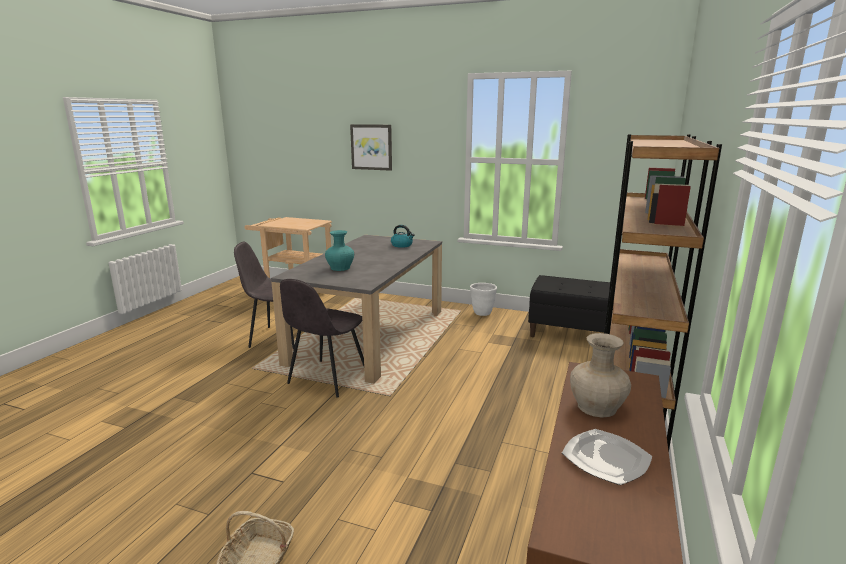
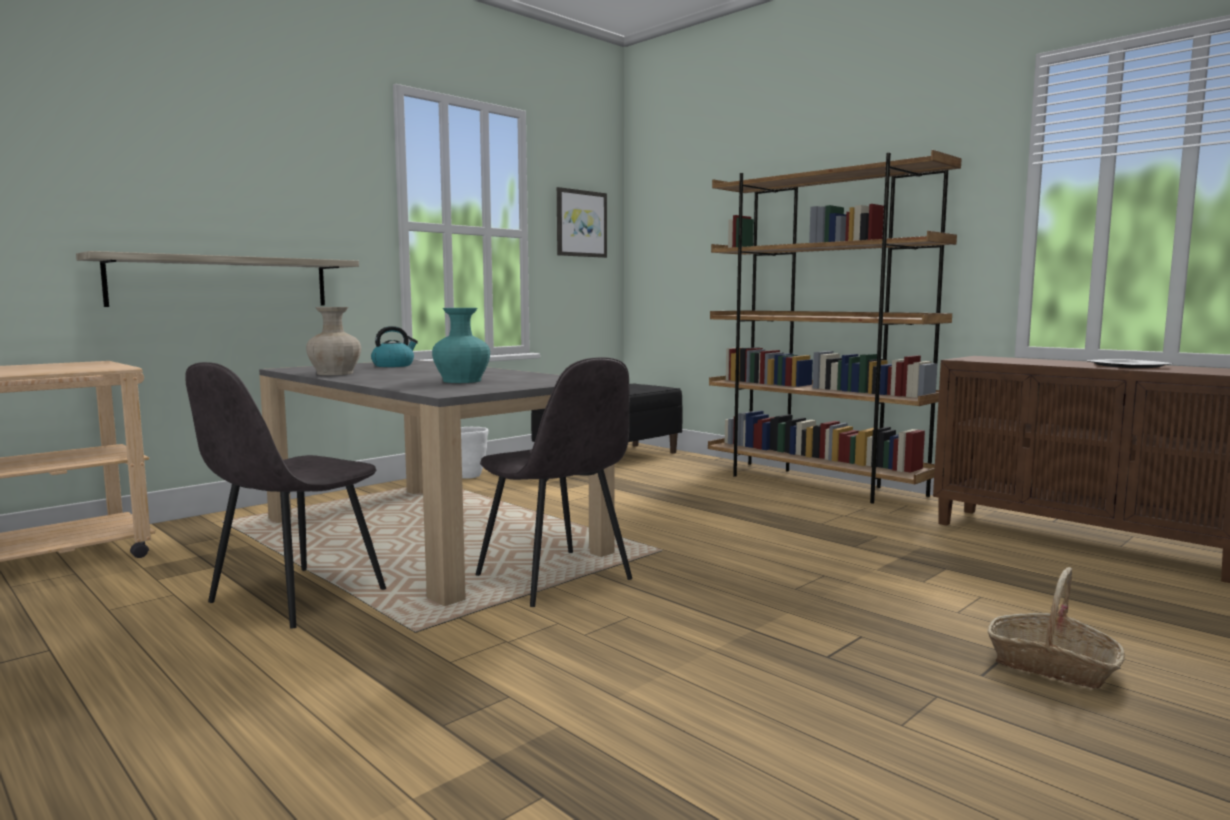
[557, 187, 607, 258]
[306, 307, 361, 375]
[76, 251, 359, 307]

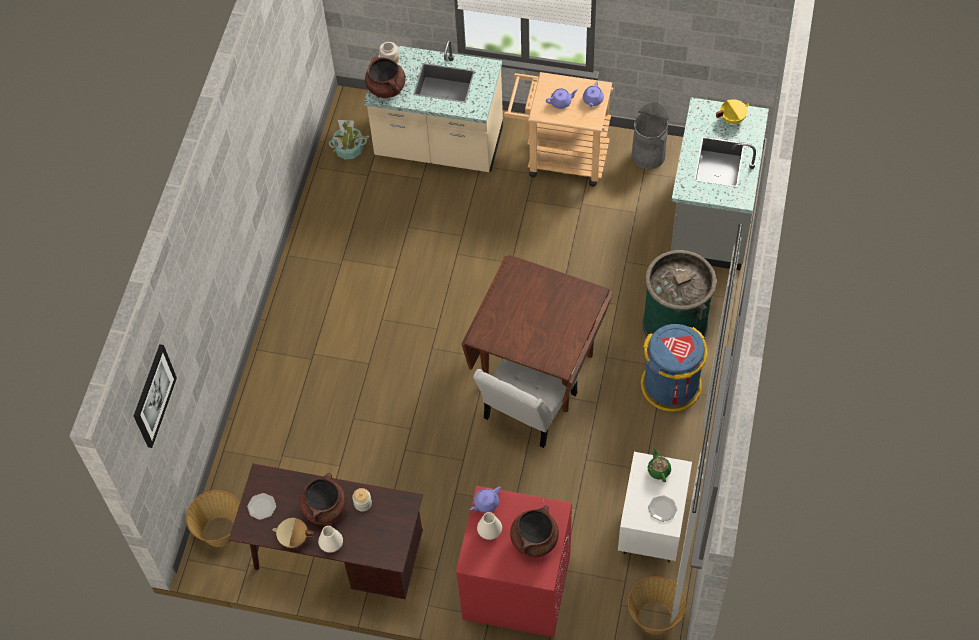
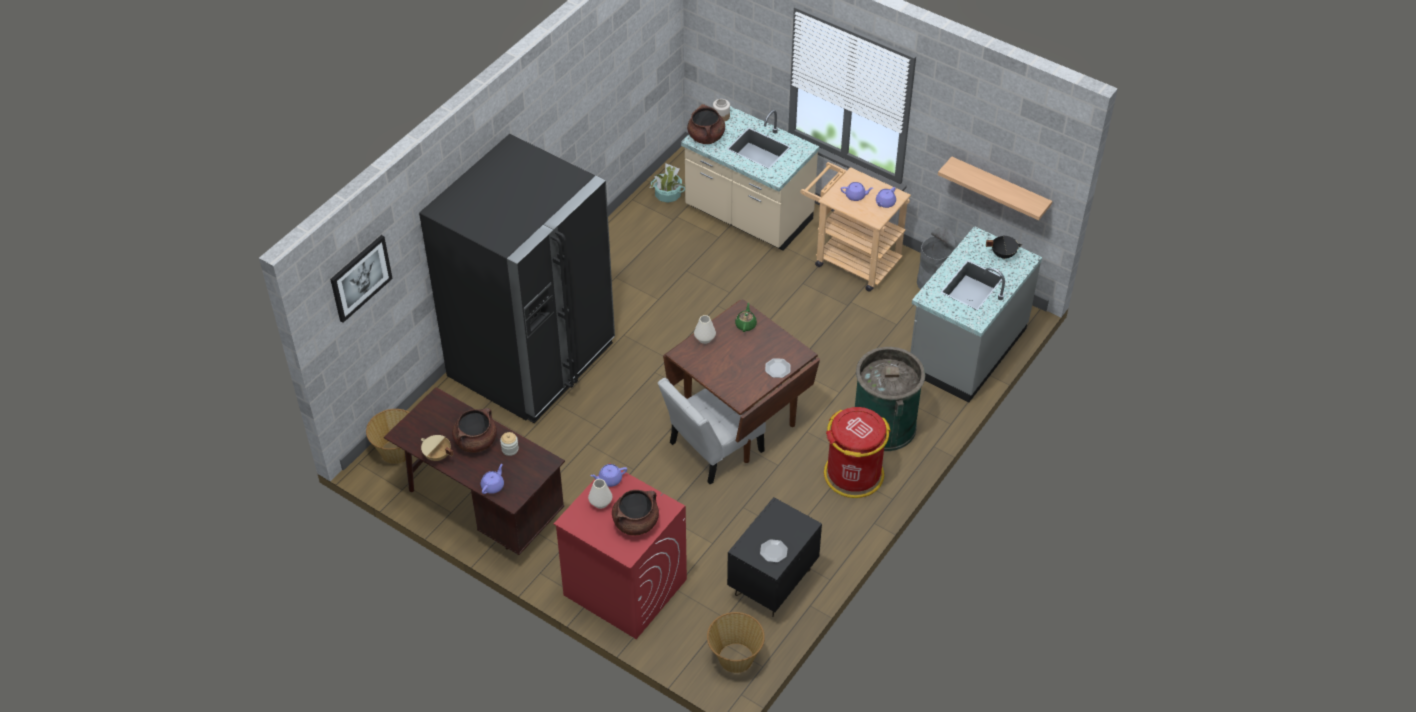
[765, 358, 791, 378]
[694, 315, 716, 344]
[727, 497, 822, 617]
[824, 407, 891, 498]
[735, 303, 757, 332]
[986, 236, 1022, 259]
[419, 134, 615, 423]
[481, 464, 504, 494]
[938, 157, 1052, 220]

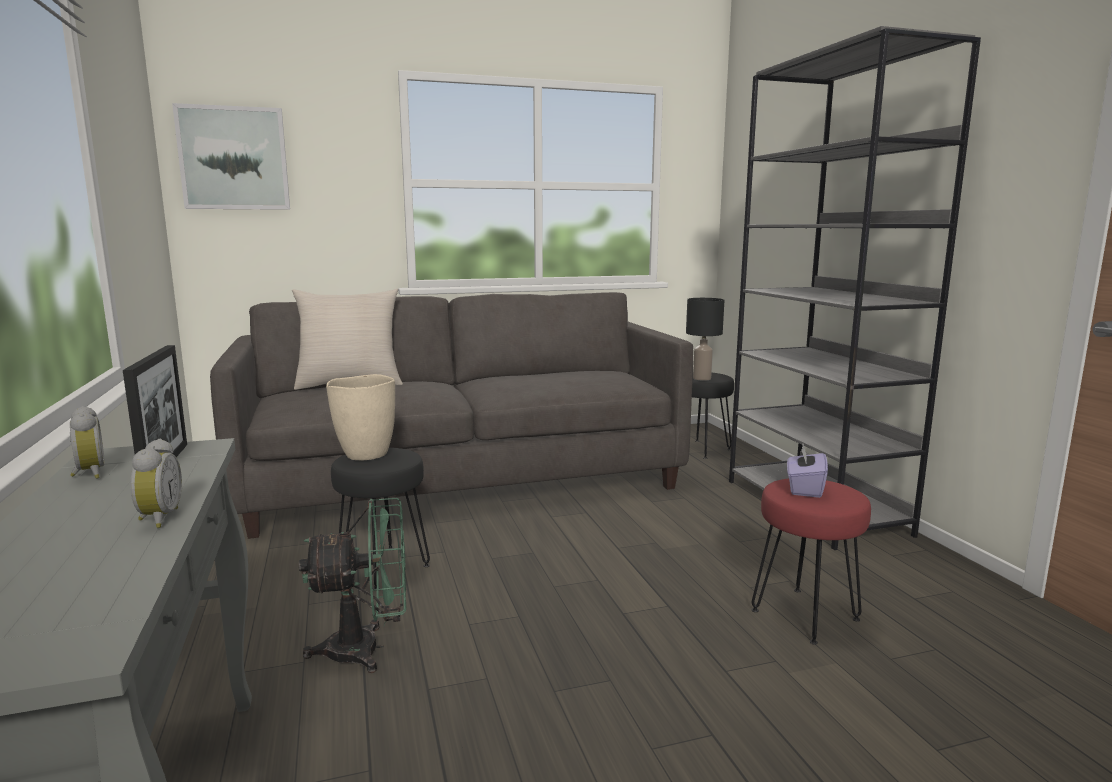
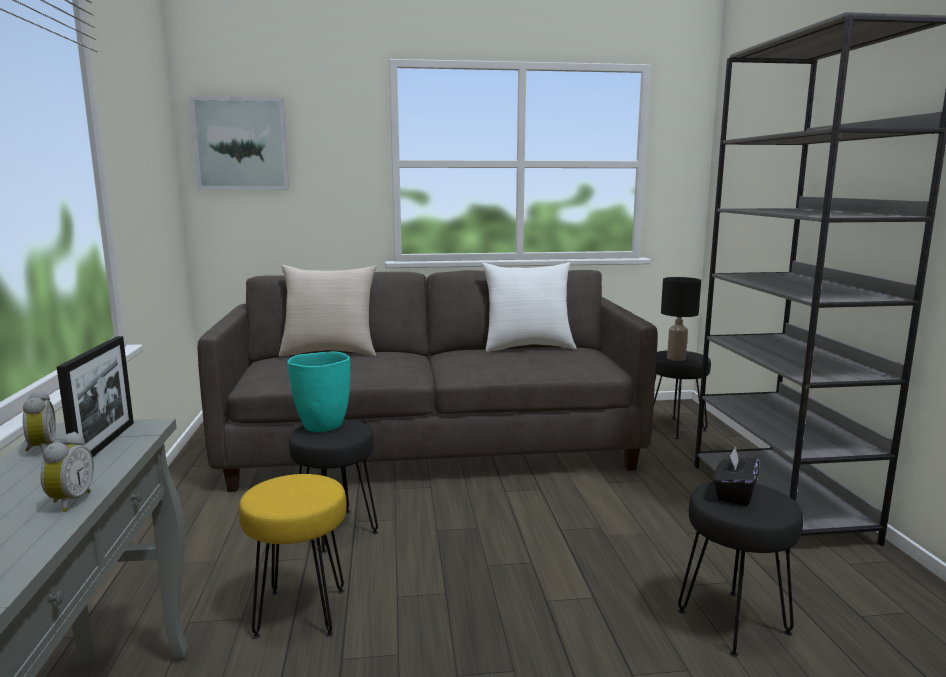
[239, 474, 347, 639]
[287, 351, 350, 432]
[678, 481, 803, 657]
[714, 447, 760, 506]
[481, 262, 577, 352]

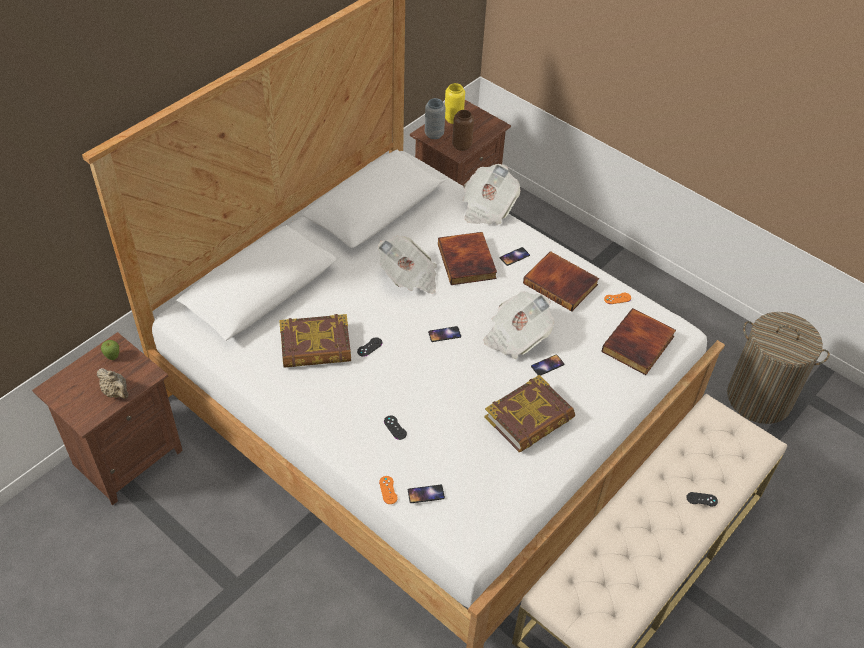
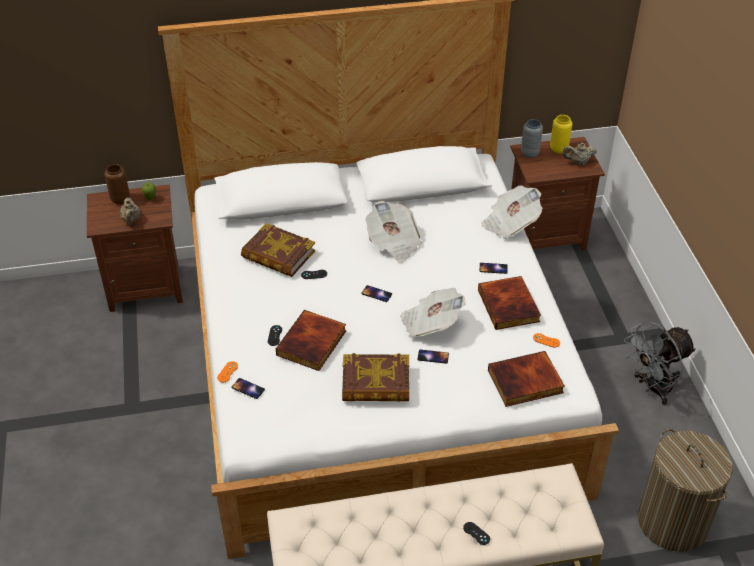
[276, 310, 346, 371]
[105, 164, 130, 204]
[562, 143, 597, 165]
[624, 322, 696, 405]

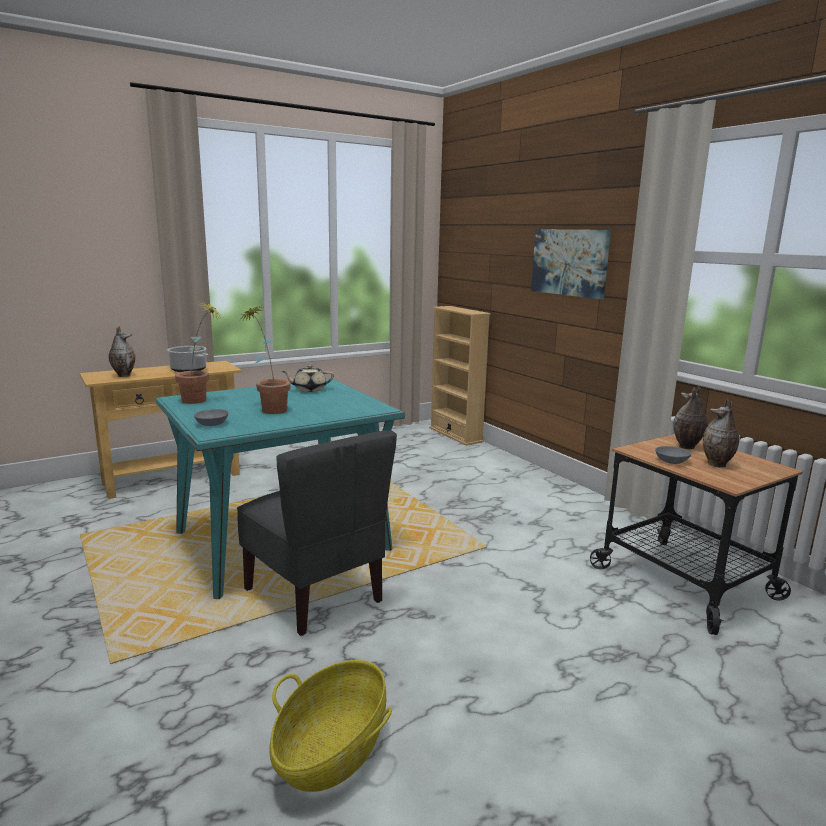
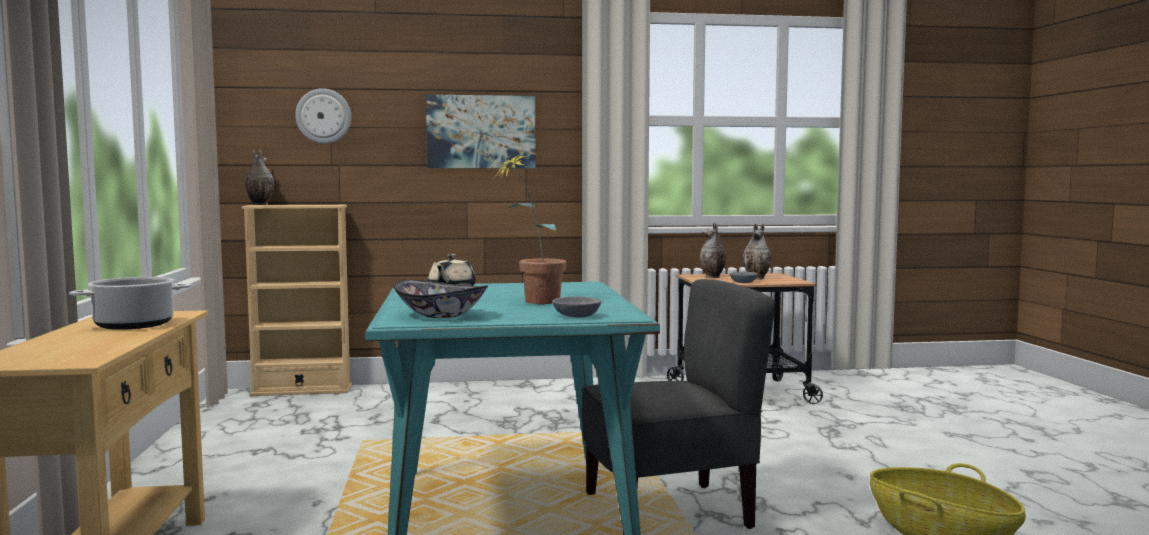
[245, 149, 274, 205]
[393, 280, 488, 318]
[295, 88, 352, 144]

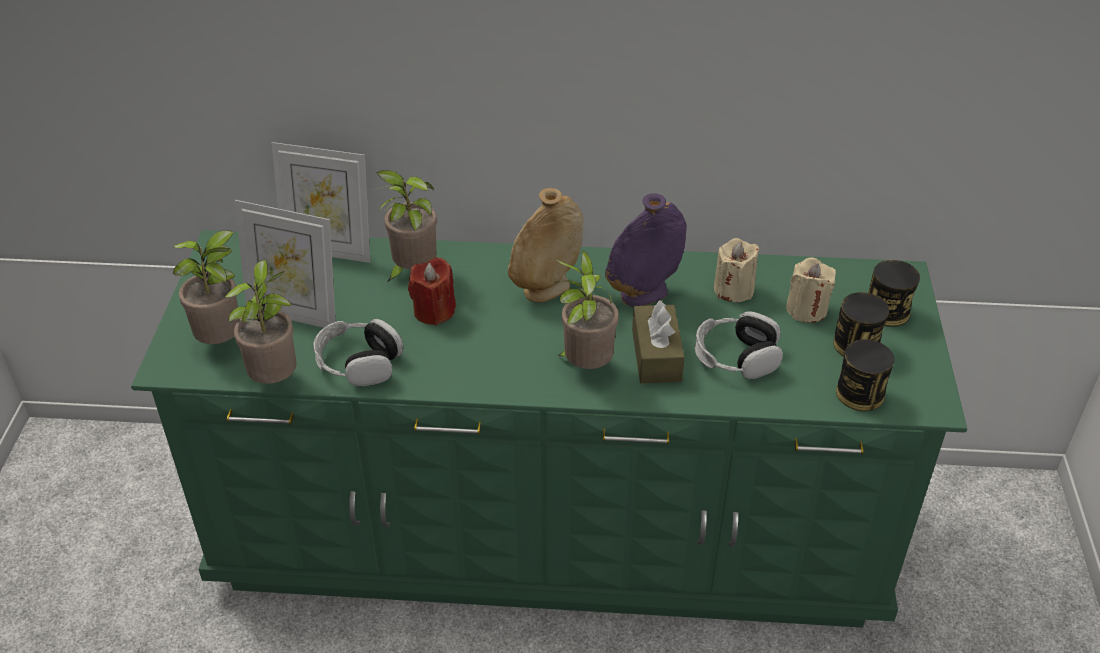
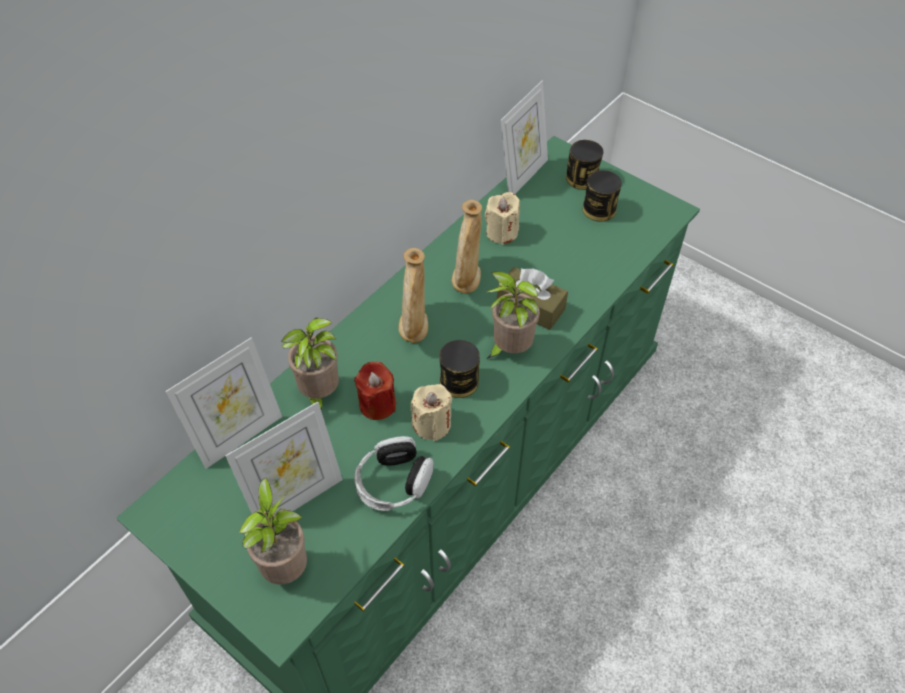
[225, 260, 297, 384] (first image)
[452, 200, 482, 294]
[695, 311, 783, 379] (first image)
[411, 384, 452, 441]
[439, 340, 480, 398]
[500, 81, 548, 194]

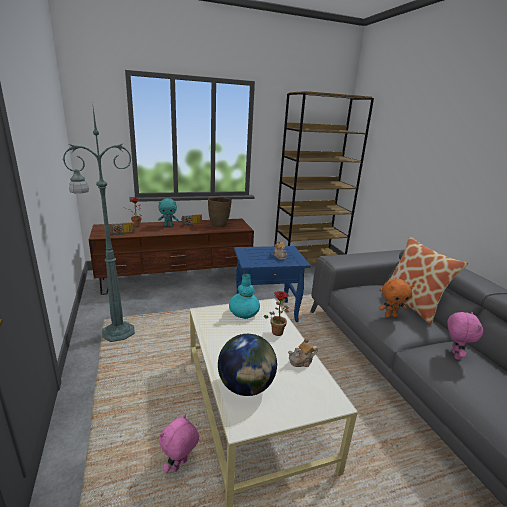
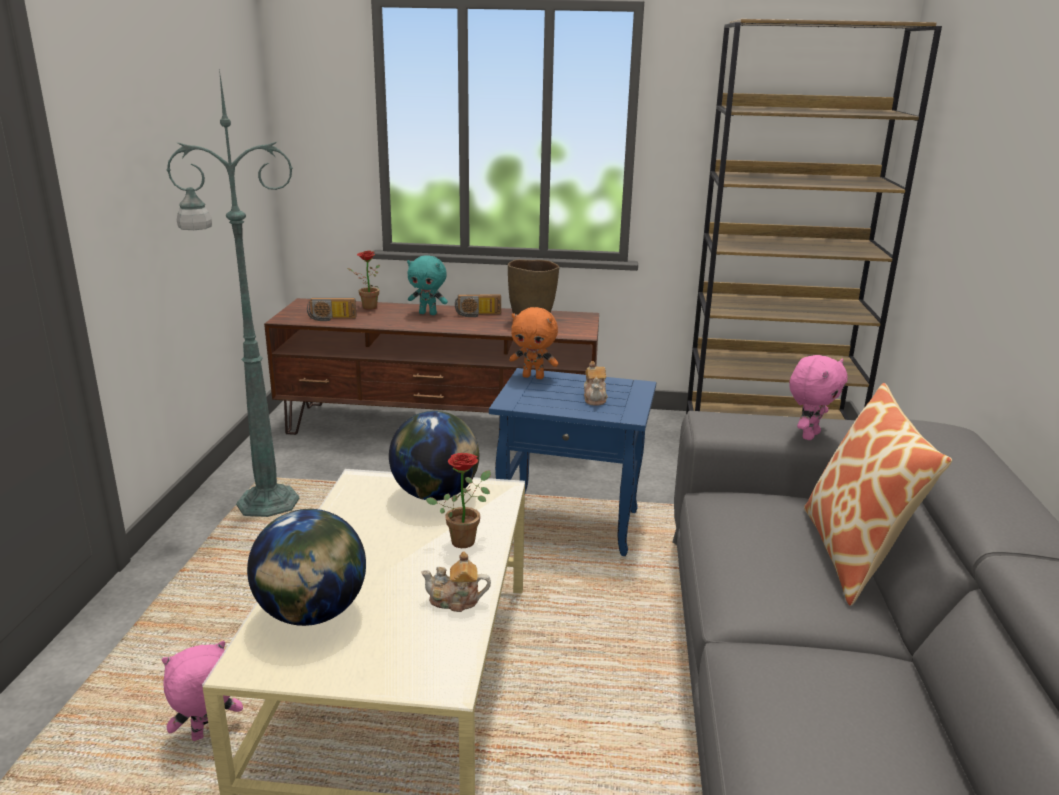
[389, 411, 479, 501]
[509, 307, 559, 379]
[789, 355, 848, 440]

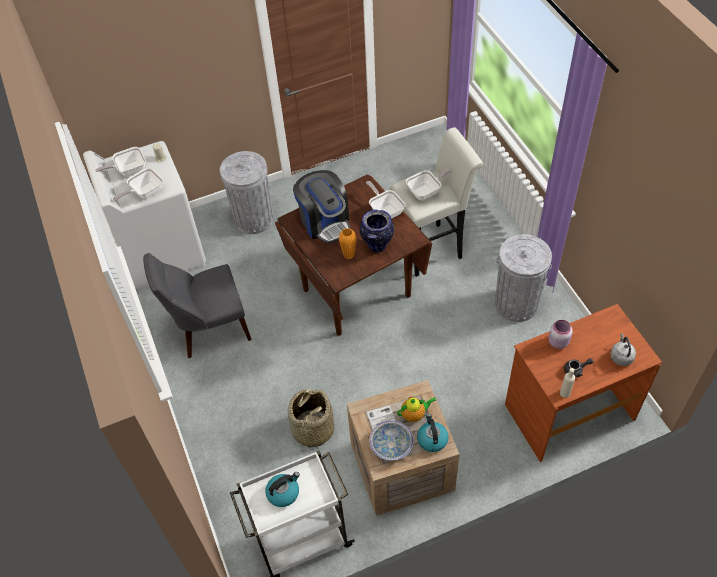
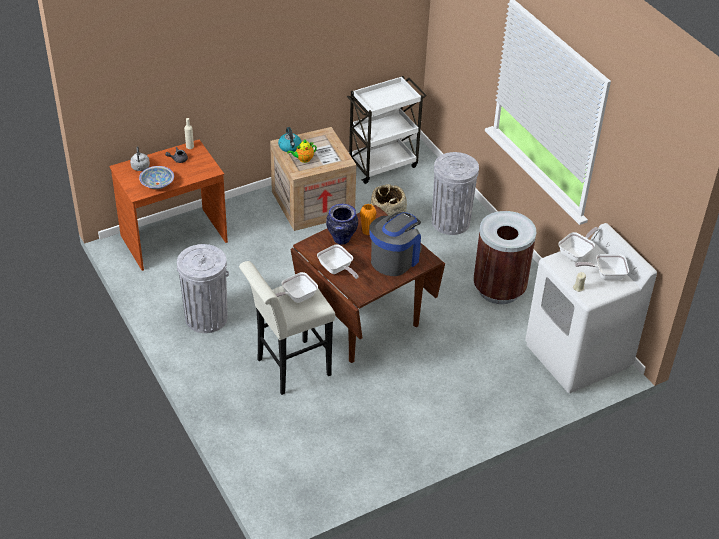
[575, 254, 629, 281]
[473, 211, 536, 304]
[432, 152, 479, 235]
[265, 472, 300, 507] (first image)
[370, 212, 422, 276]
[139, 166, 174, 189]
[548, 320, 573, 349] (first image)

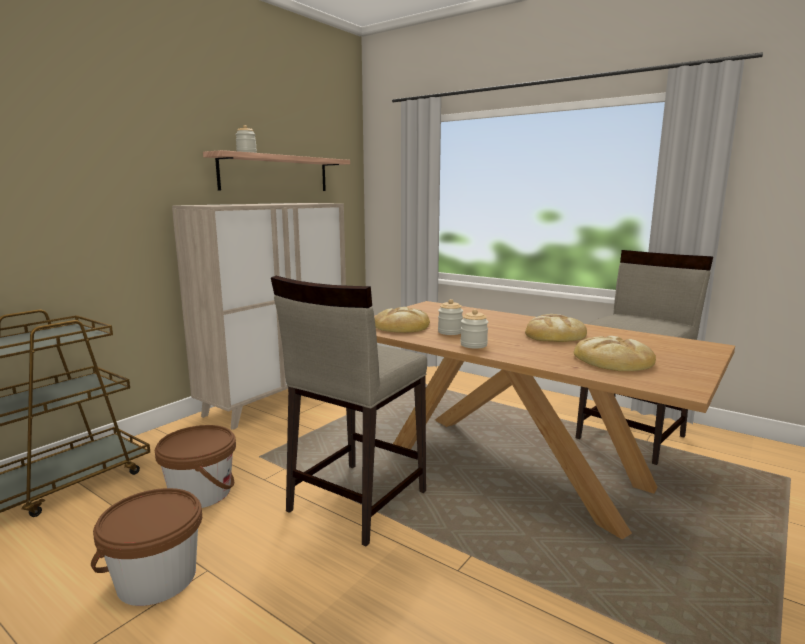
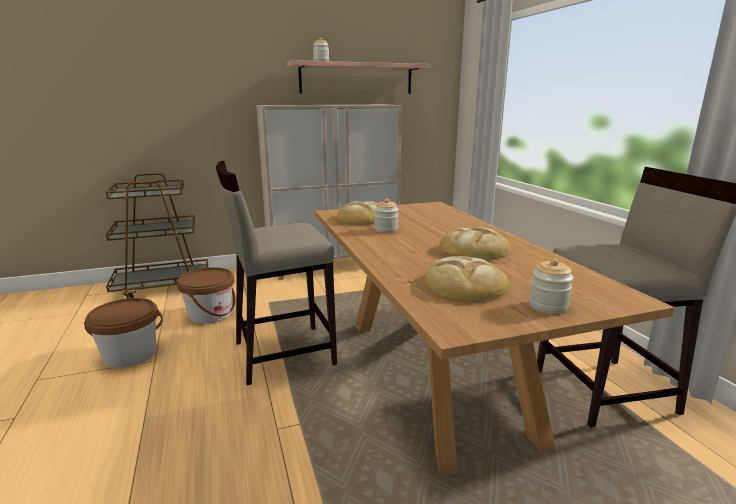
[529, 258, 573, 314]

